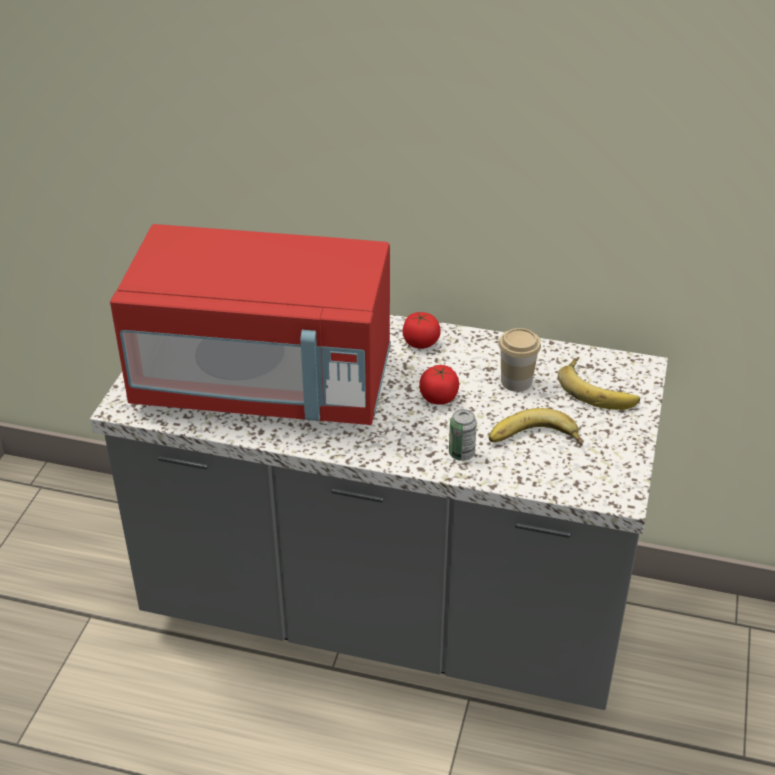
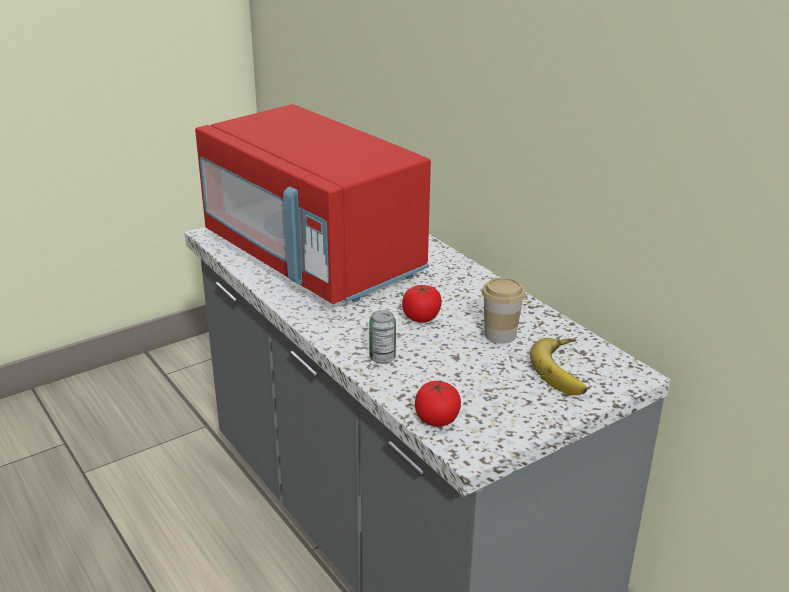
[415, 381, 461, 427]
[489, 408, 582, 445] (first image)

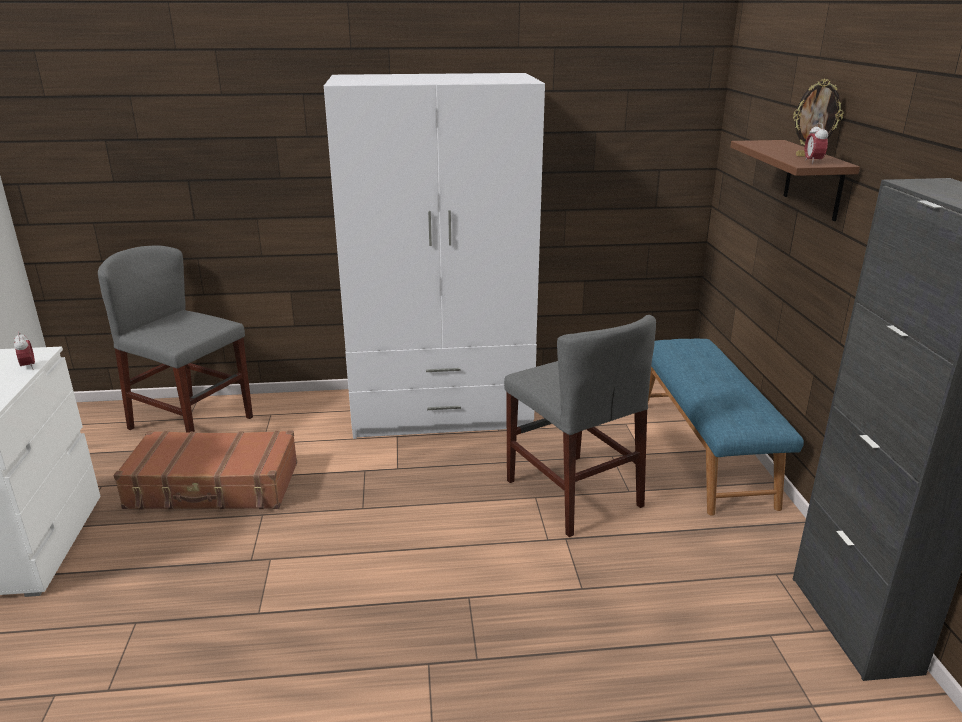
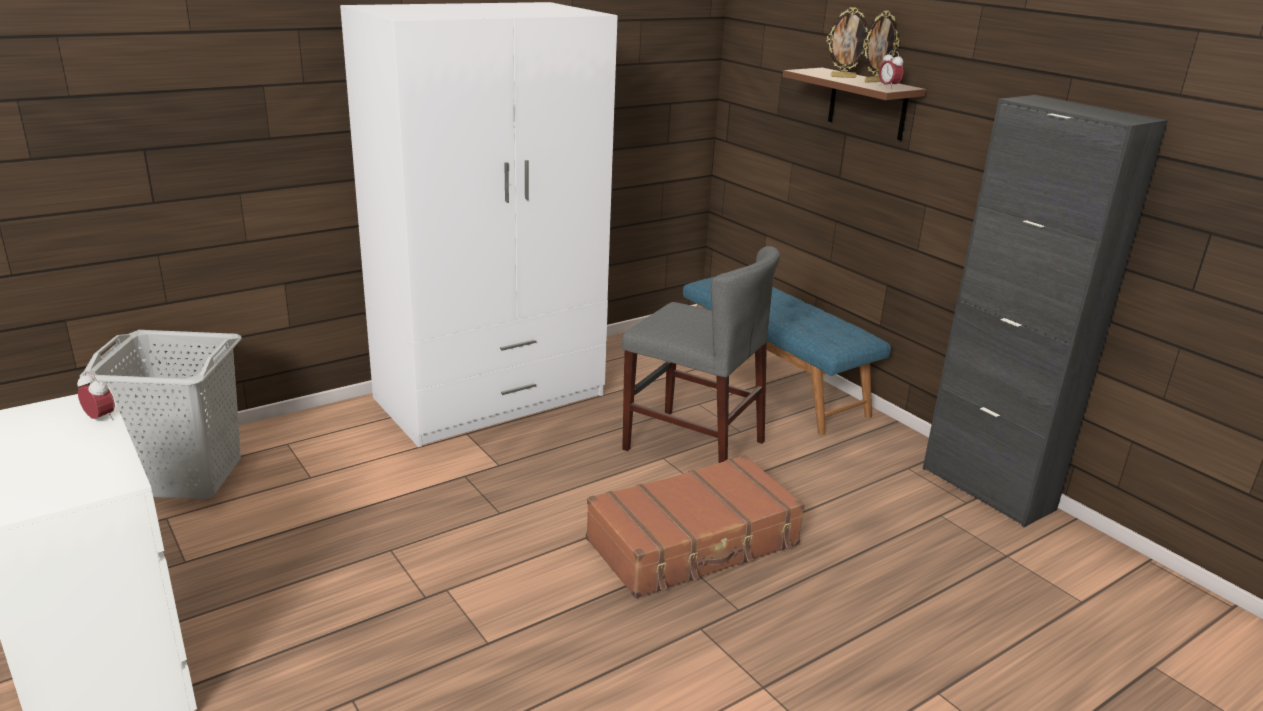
[80, 330, 242, 499]
[586, 455, 805, 598]
[826, 7, 868, 78]

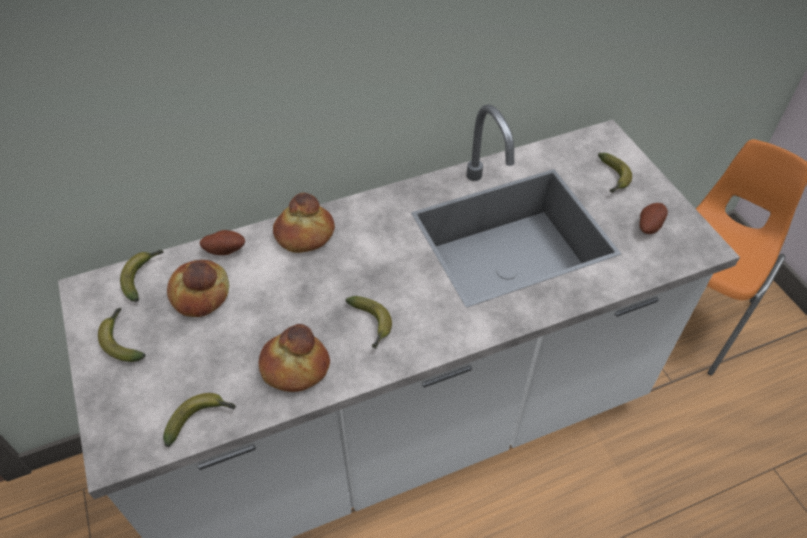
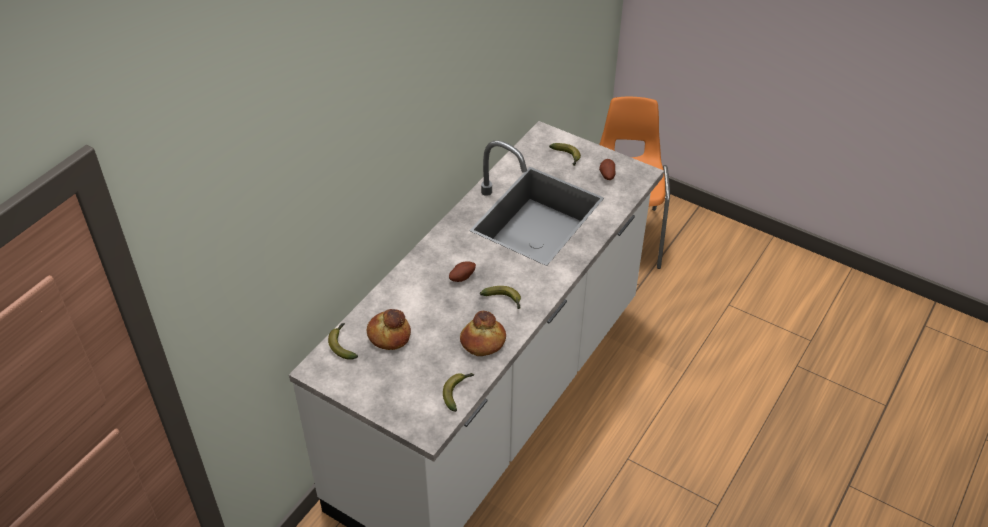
[98, 308, 146, 362] (first image)
[449, 261, 476, 282]
[273, 193, 335, 253] (first image)

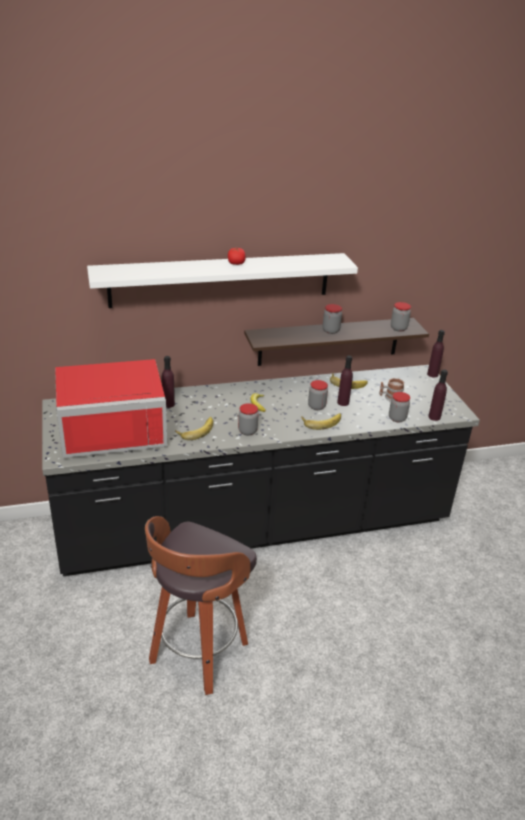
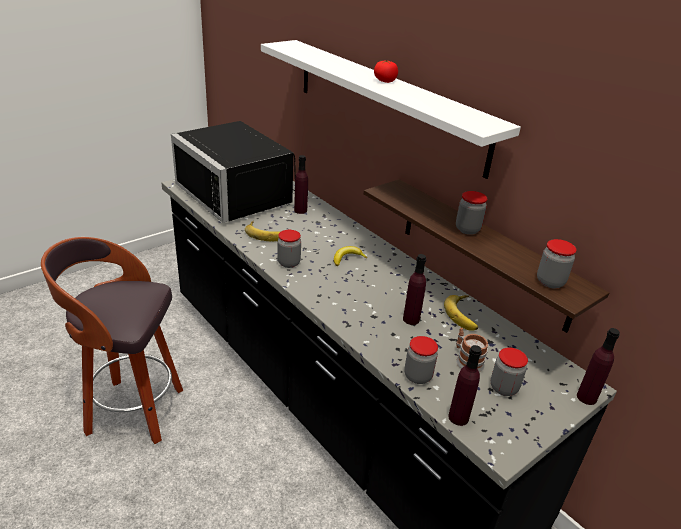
[171, 121, 296, 223]
[301, 413, 341, 430] (first image)
[491, 347, 528, 396]

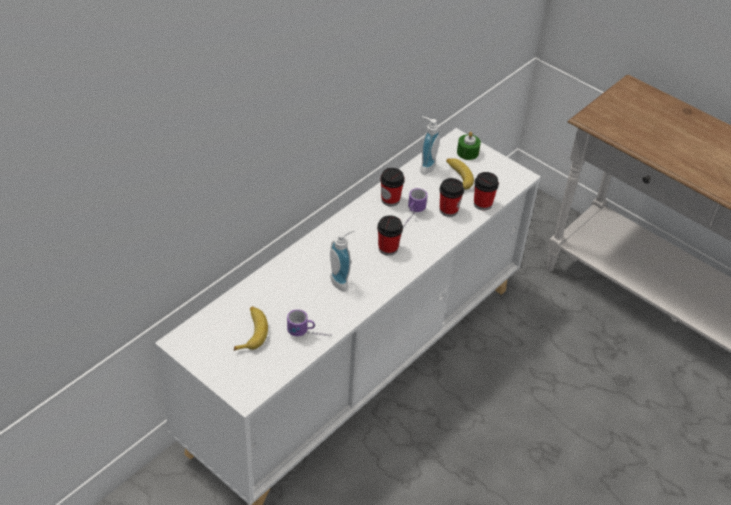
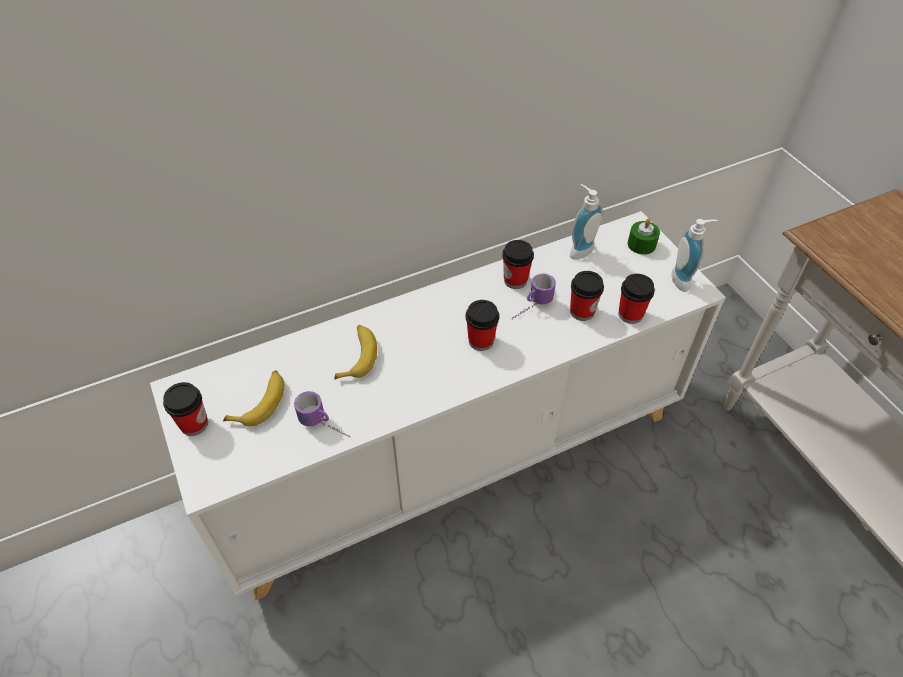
[672, 219, 718, 292]
[334, 325, 377, 380]
[163, 382, 208, 436]

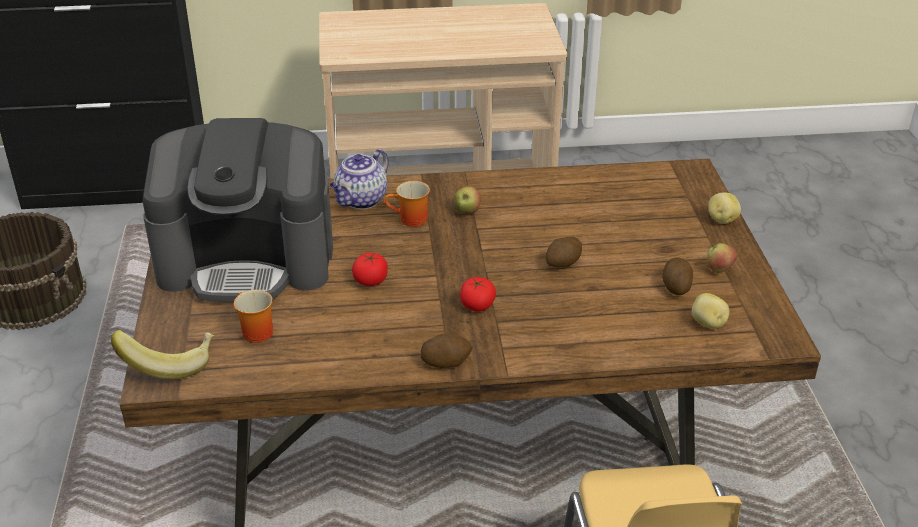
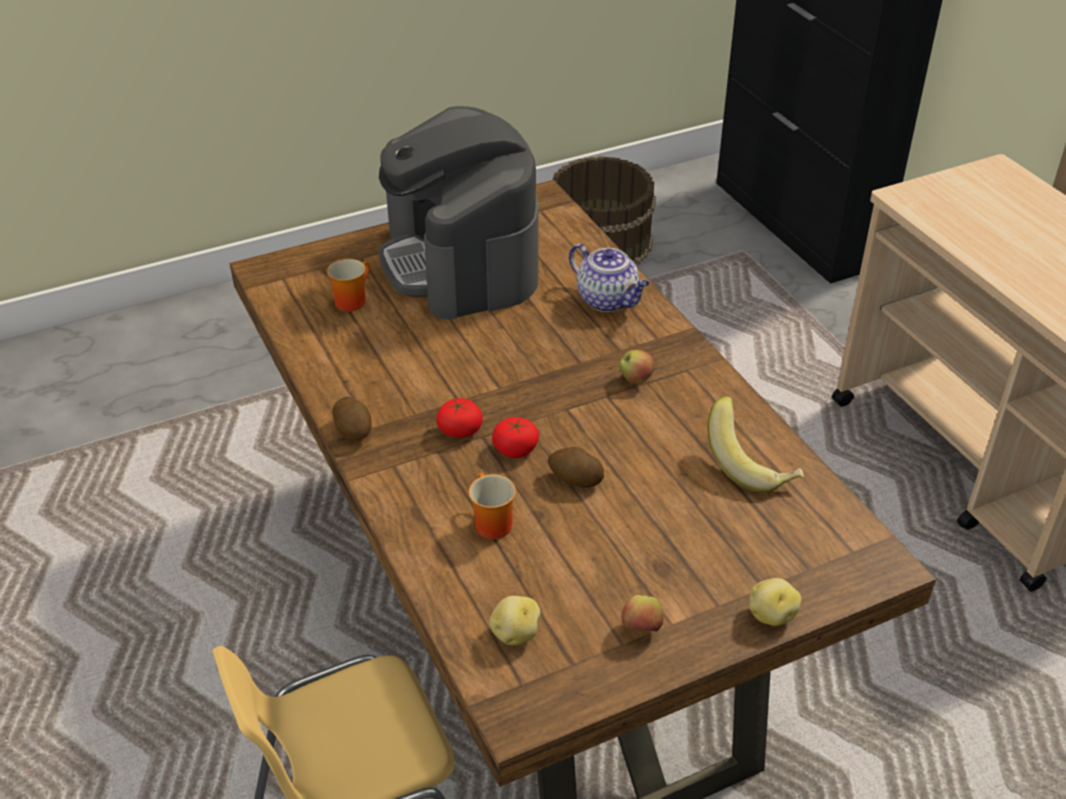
[707, 396, 804, 493]
[569, 243, 650, 312]
[492, 417, 539, 458]
[469, 473, 516, 539]
[662, 258, 693, 295] (first image)

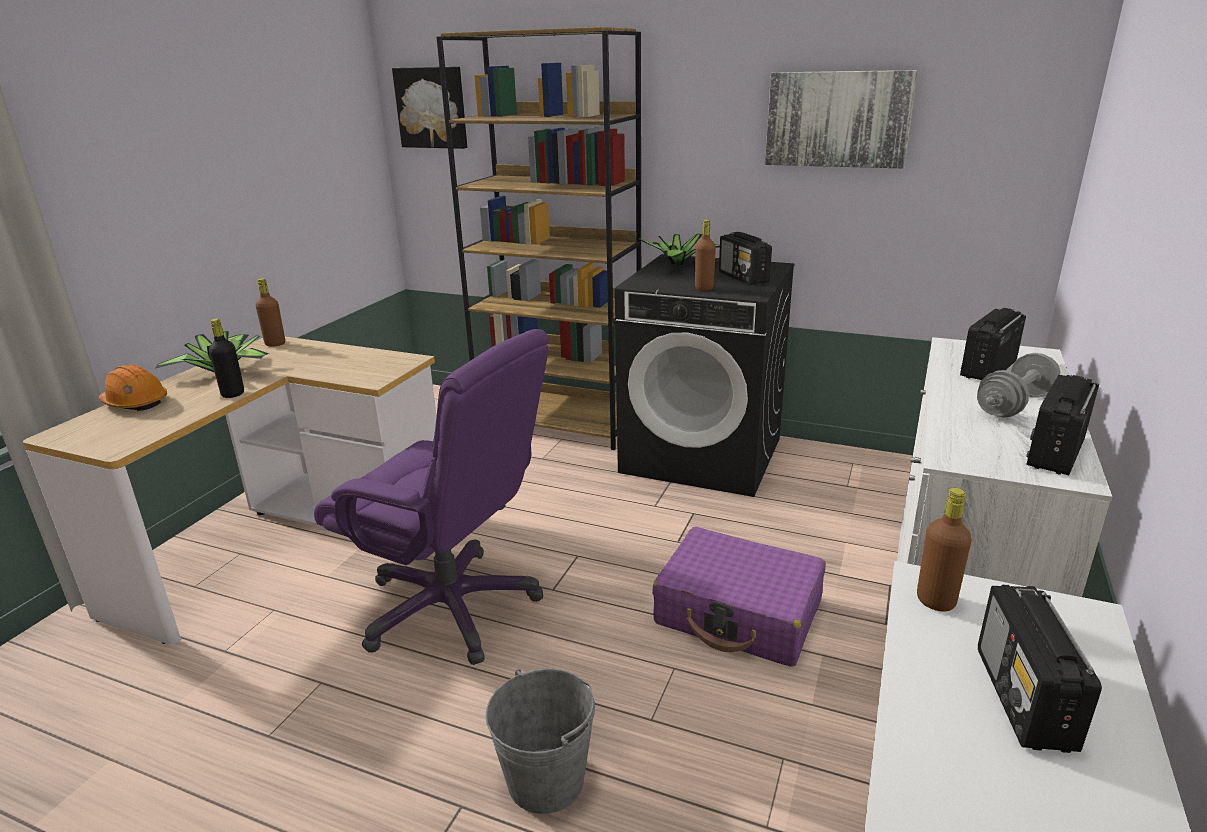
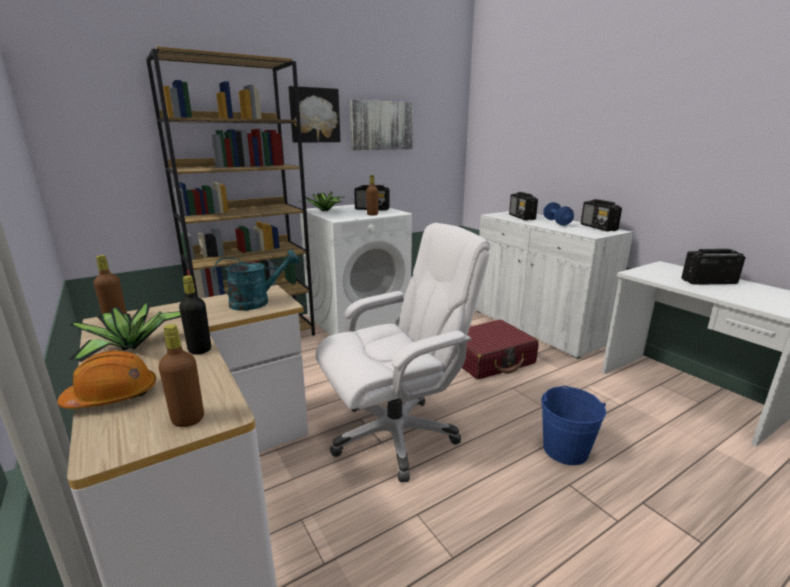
[316, 223, 490, 482]
[288, 86, 341, 143]
[541, 386, 606, 465]
[300, 204, 412, 335]
[462, 320, 539, 380]
[158, 324, 204, 427]
[543, 202, 574, 225]
[681, 249, 745, 285]
[213, 250, 299, 311]

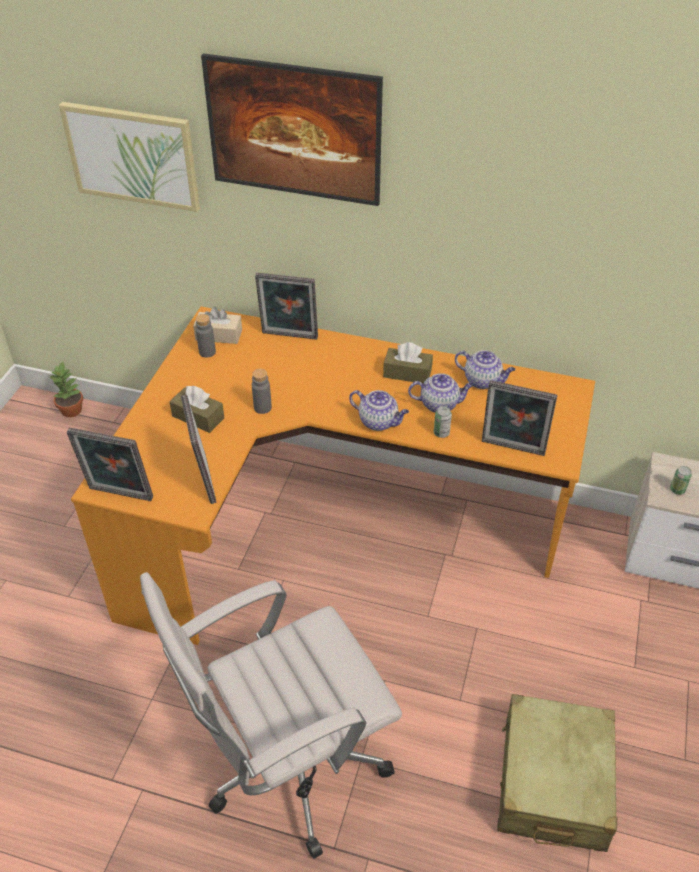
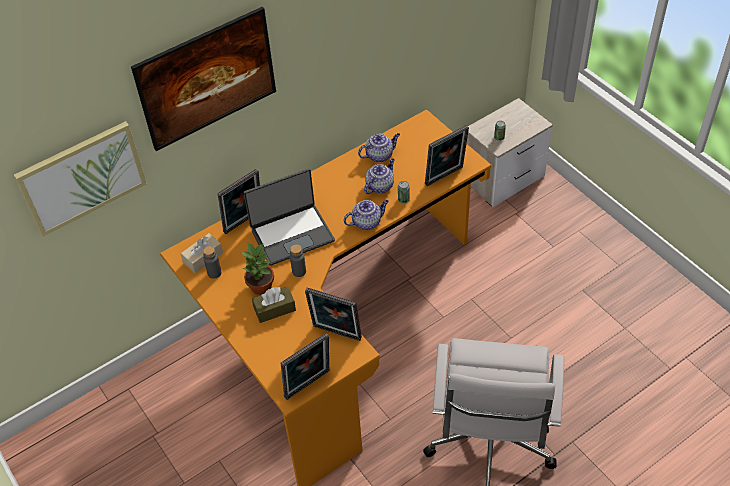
[241, 243, 274, 295]
[383, 342, 433, 383] (first image)
[497, 694, 617, 852] (first image)
[243, 168, 335, 266]

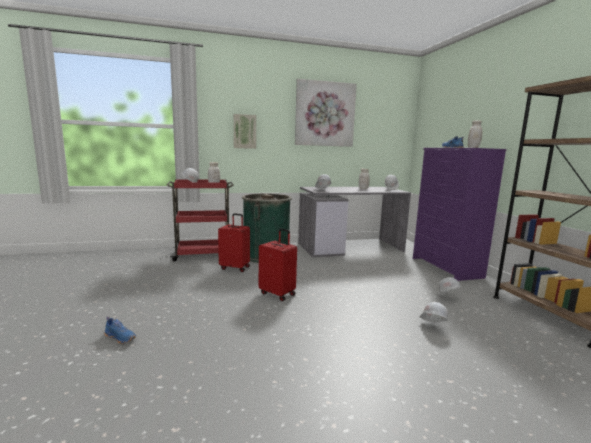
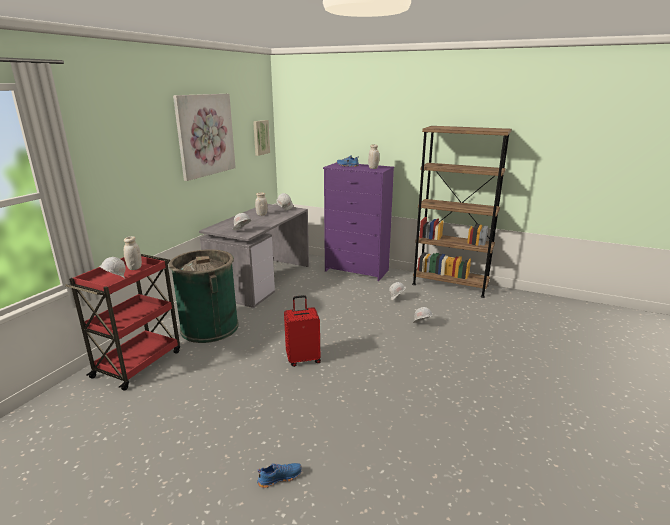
[218, 213, 250, 272] (first image)
[253, 120, 270, 156]

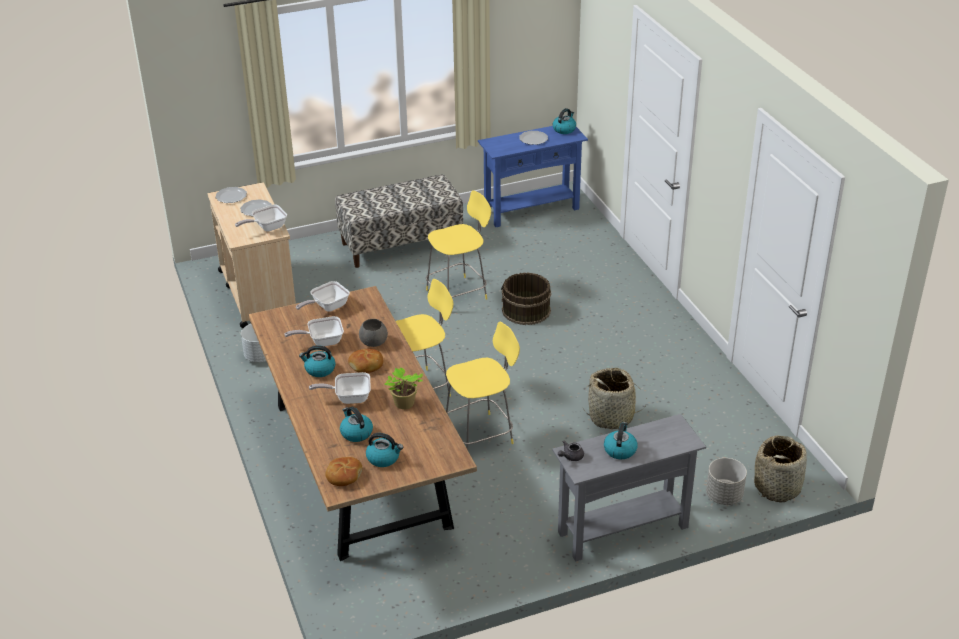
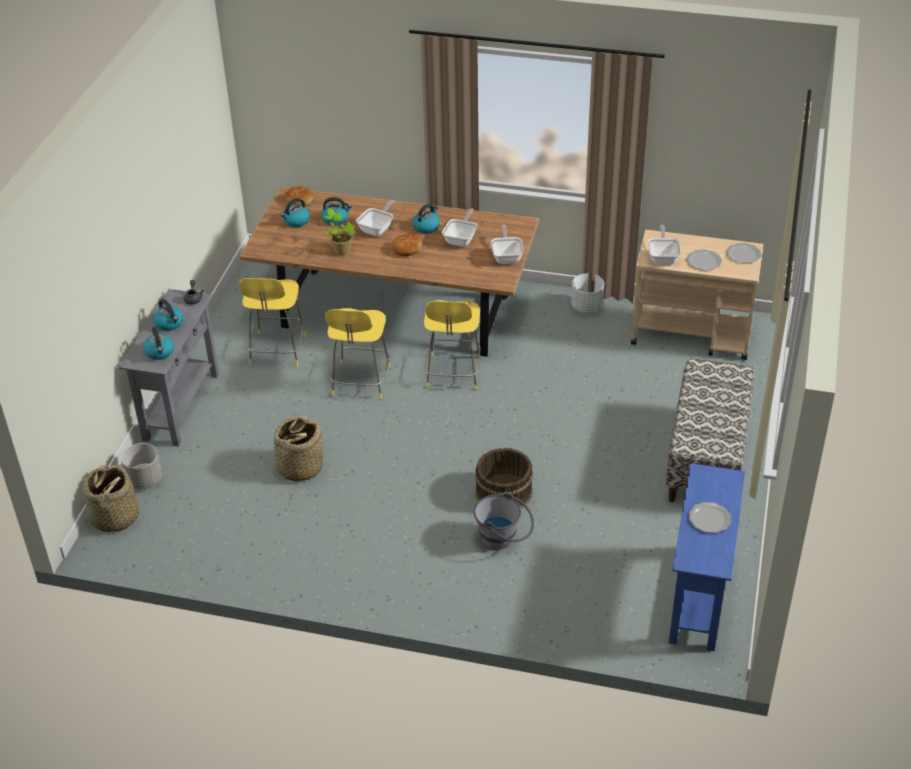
[359, 319, 388, 347] (first image)
[239, 278, 306, 366]
[143, 327, 174, 360]
[473, 492, 534, 550]

